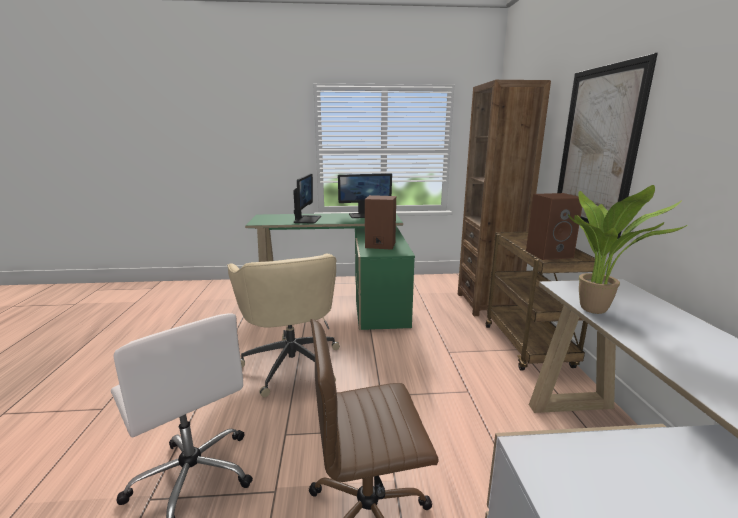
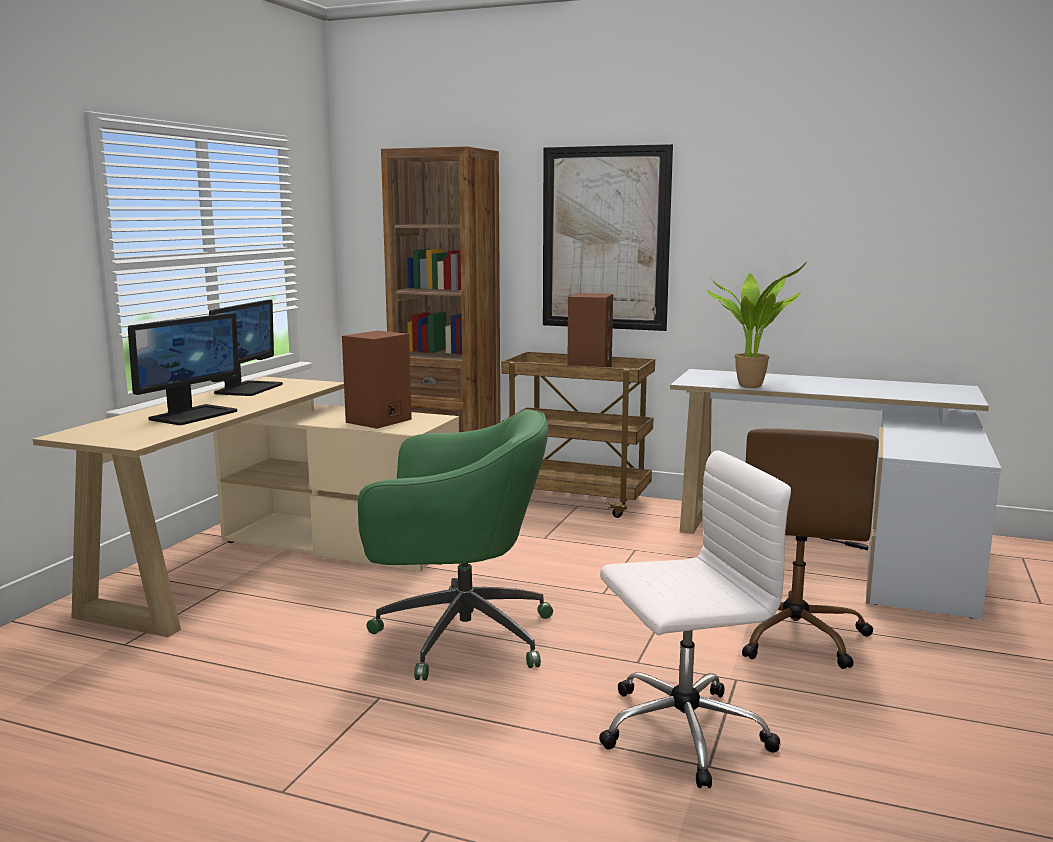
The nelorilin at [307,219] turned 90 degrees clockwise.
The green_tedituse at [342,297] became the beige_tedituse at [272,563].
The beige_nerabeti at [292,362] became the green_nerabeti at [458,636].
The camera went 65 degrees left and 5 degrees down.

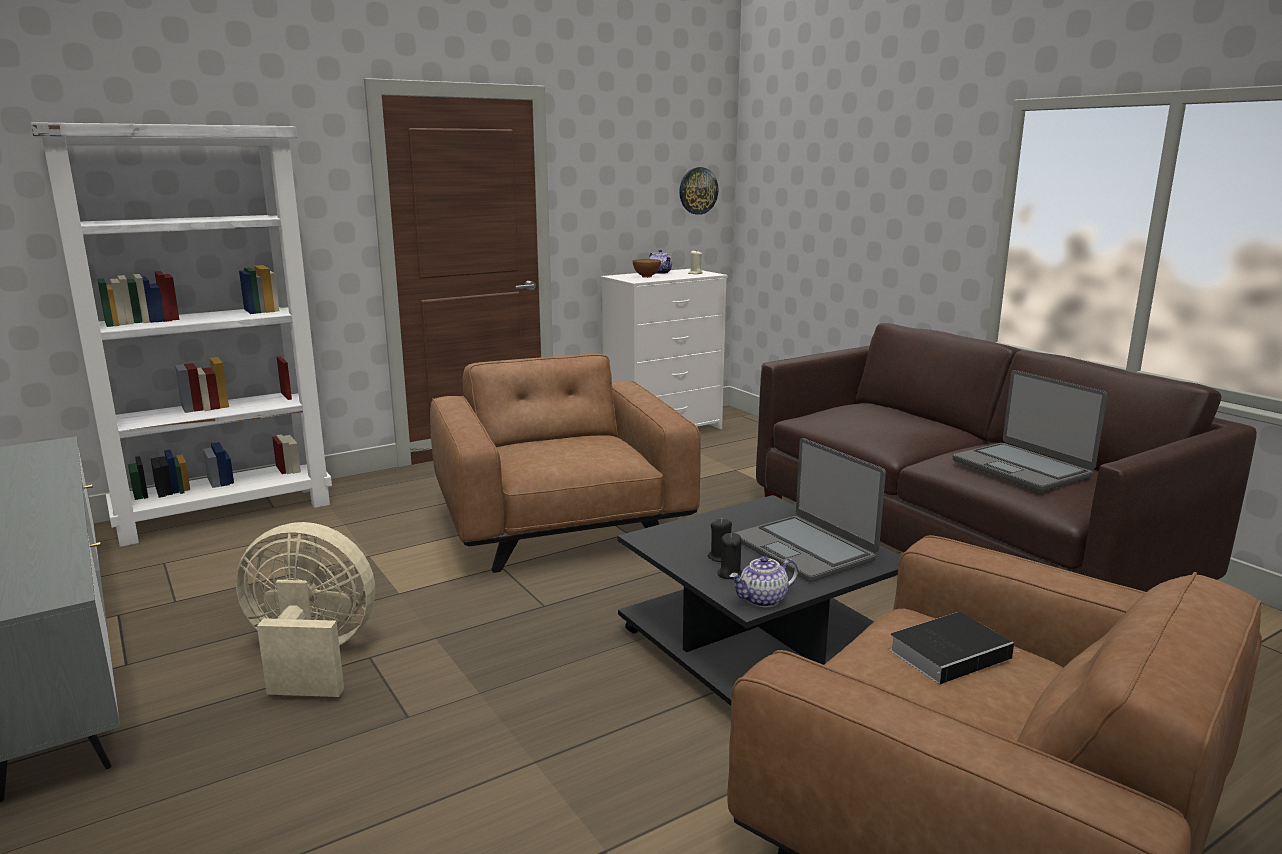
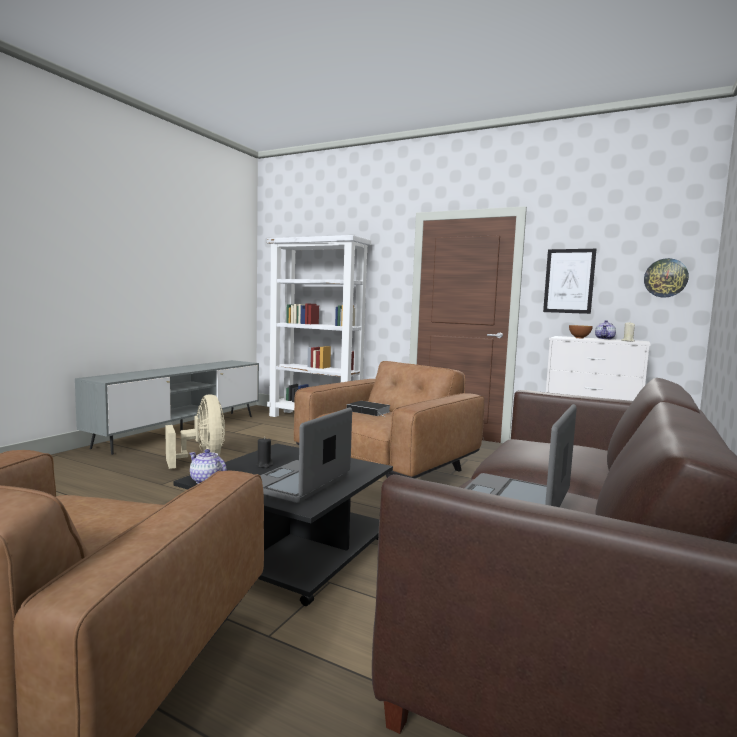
The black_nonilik at [729,574] disappeared.
The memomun moved from [951,652] to [370,411].
The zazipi at [569,281] appeared.
The camera went 60 degrees right and 10 degrees down.

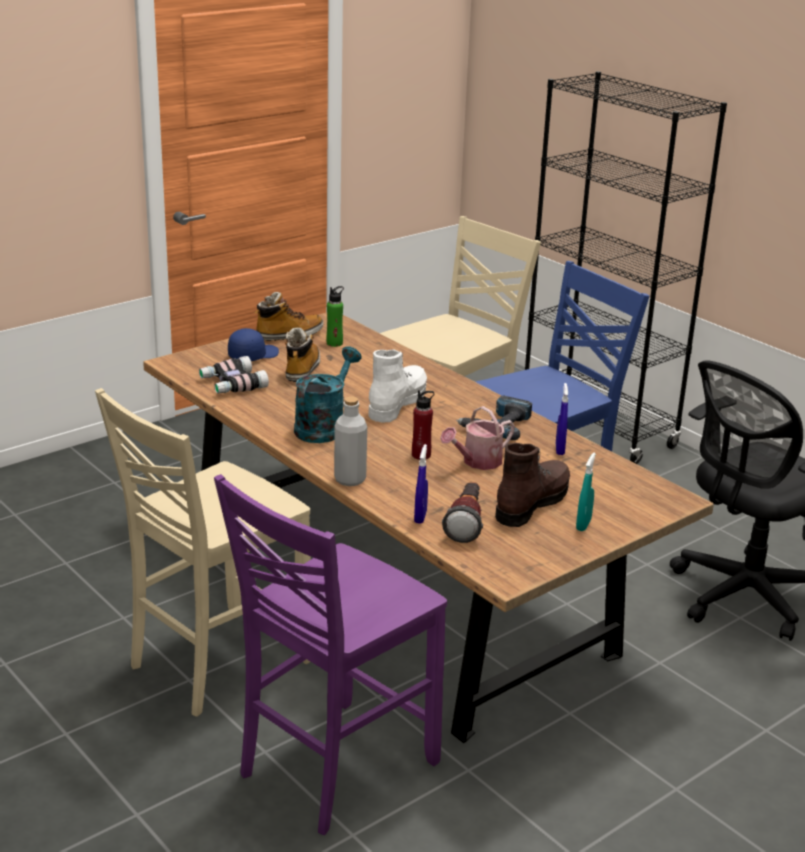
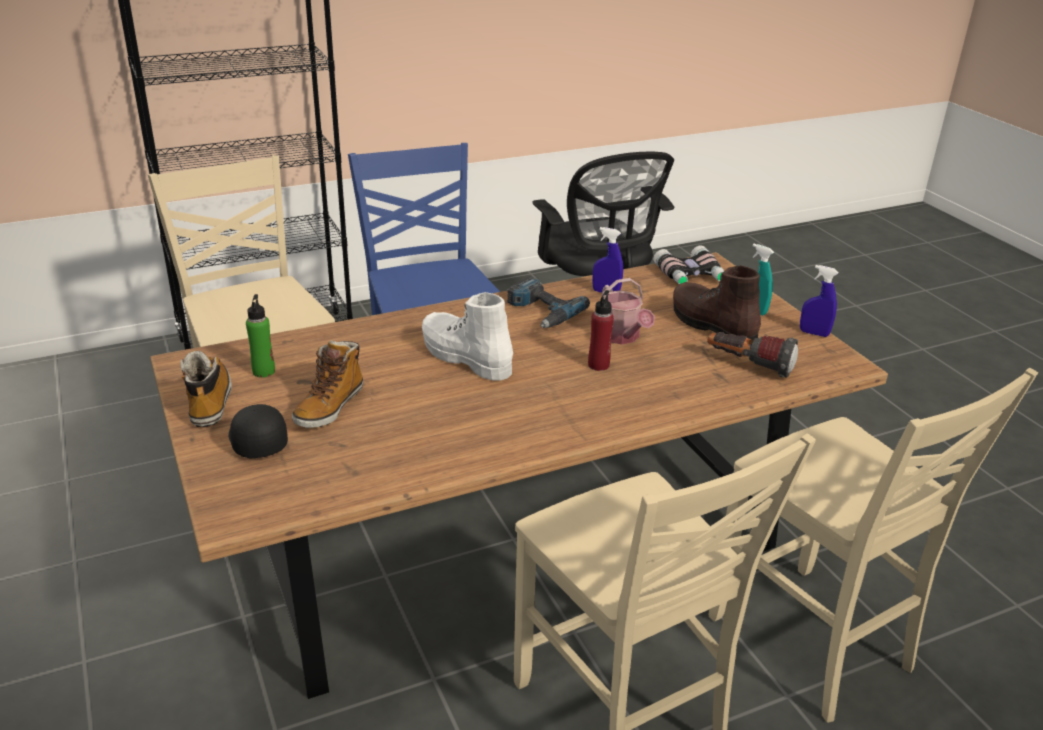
The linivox at [302,369] turned 90 degrees counterclockwise.
The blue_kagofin at [253,355] became the black_kagofin at [256,440].
The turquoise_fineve at [324,427] disappeared.
The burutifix moved from [232,384] to [690,275].
The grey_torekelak at [350,479] disappeared.
The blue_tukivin moved from [420,517] to [814,333].
The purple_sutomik at [333,768] became the beige_sutomik at [813,644].
The camera went 75 degrees left and 5 degrees up.

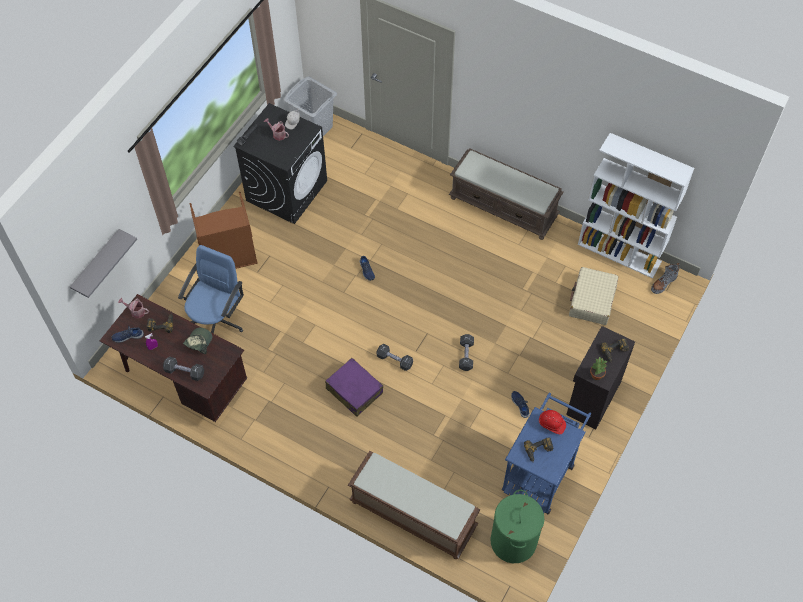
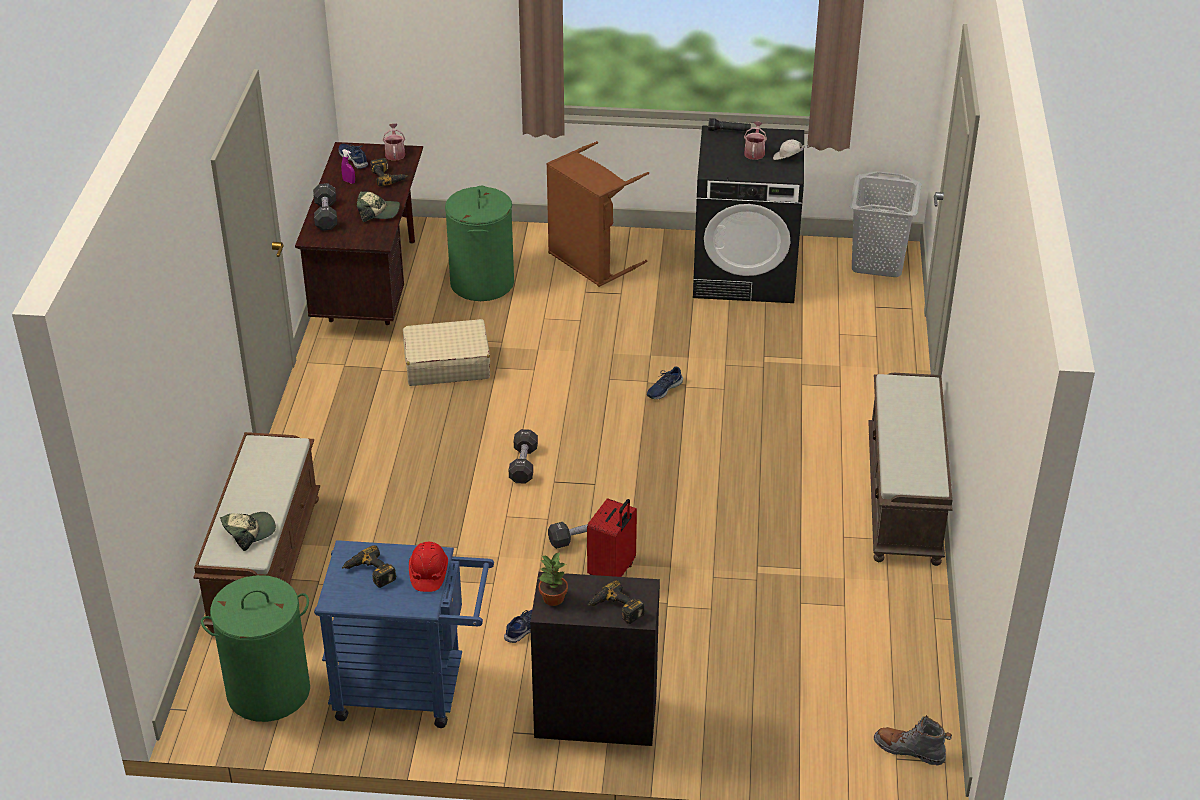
The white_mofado at [620,253] disappeared.
The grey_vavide at [97,264] disappeared.
The blue_nerabeti at [217,320] was replaced by the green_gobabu at [482,283].
The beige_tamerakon moved from [592,300] to [446,364].
The purple_tamerakon at [354,391] disappeared.
The red_tamerakon at [612,572] appeared.
The kagofin at [249,532] appeared.
The camera went 65 degrees right and 20 degrees down.

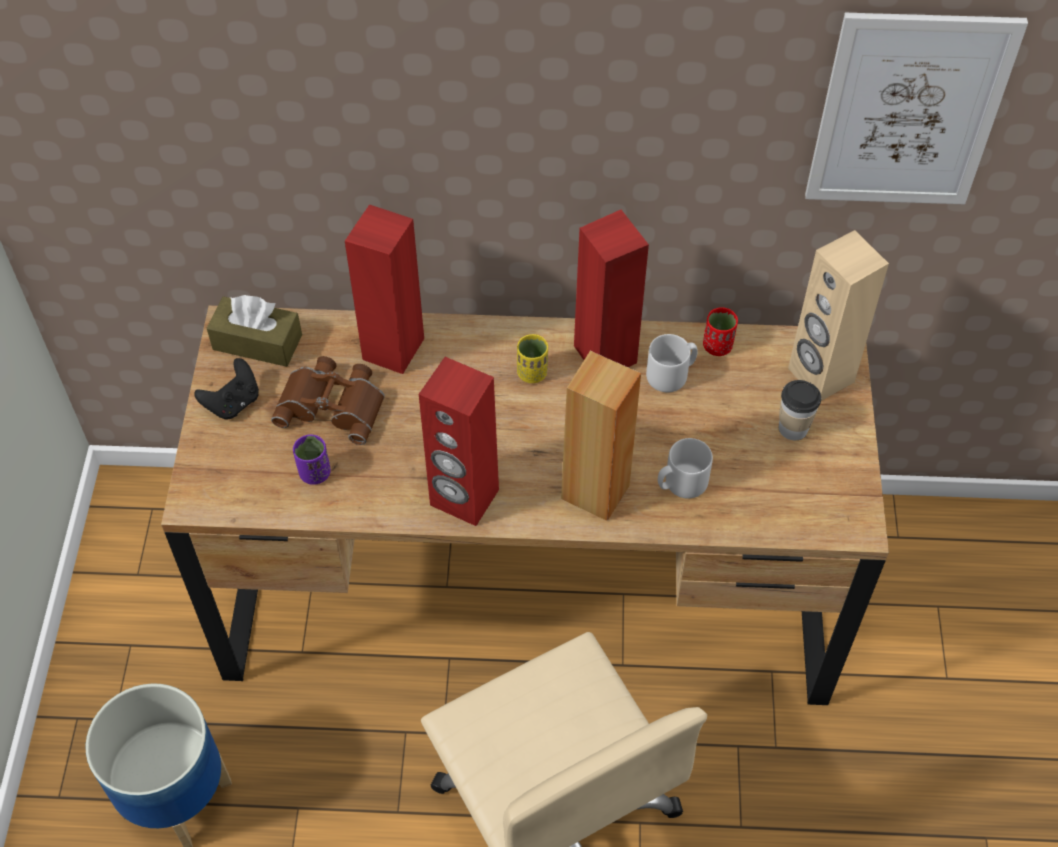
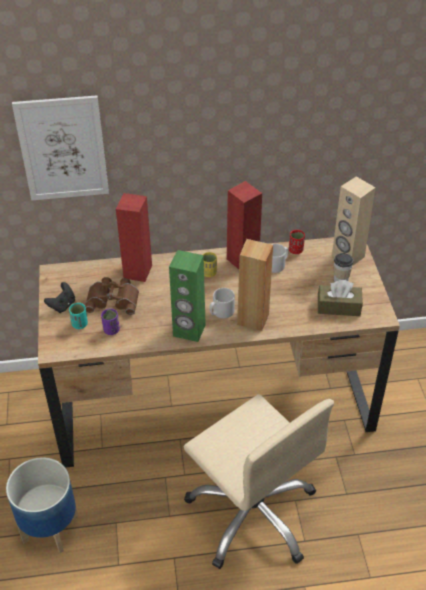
The zazipi moved from [908,111] to [63,149].
The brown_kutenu moved from [257,342] to [338,307].
The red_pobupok at [464,498] became the green_pobupok at [189,331].
The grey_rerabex moved from [681,483] to [221,312].
The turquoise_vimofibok at [80,324] appeared.
The camera went 10 degrees left and 10 degrees down.

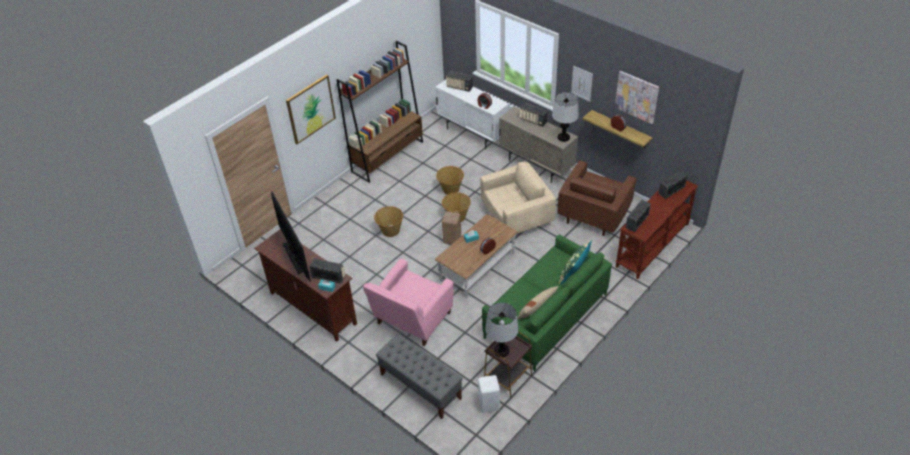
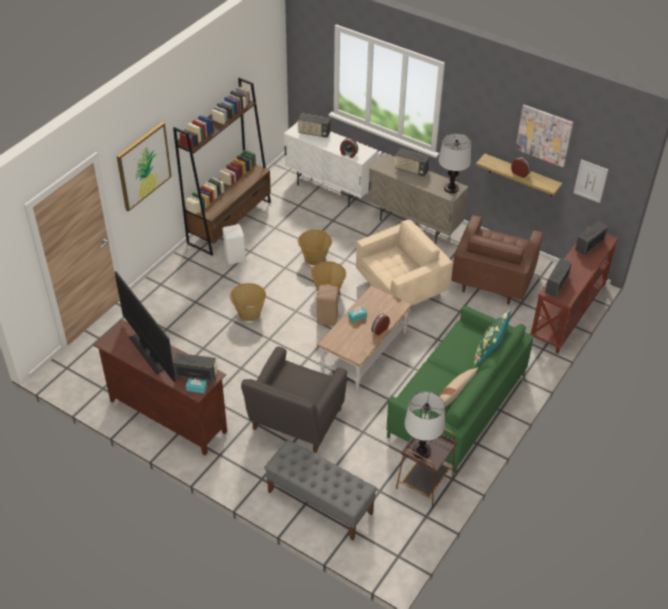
The zazipi moved from [582,83] to [590,181].
The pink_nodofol at [411,321] became the grey_nodofol at [295,423].
The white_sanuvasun moved from [488,404] to [234,257].
The camera went 10 degrees left and 0 degrees up.

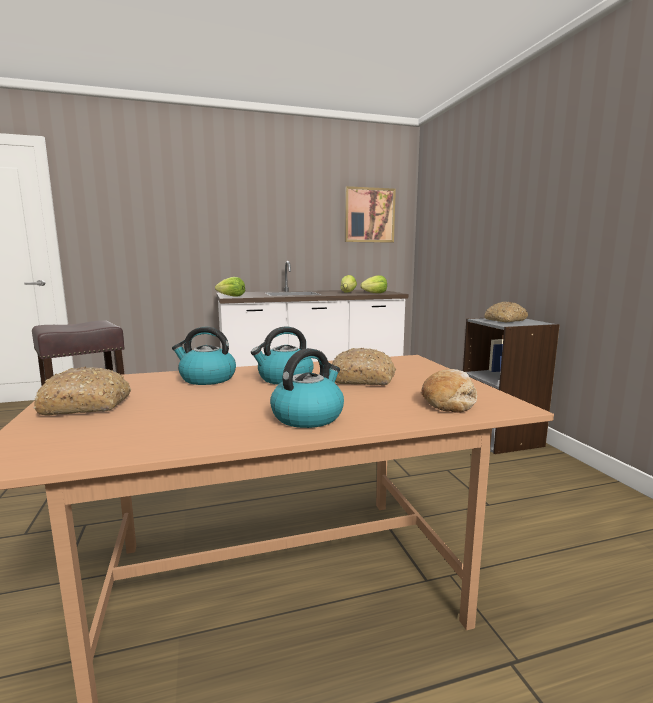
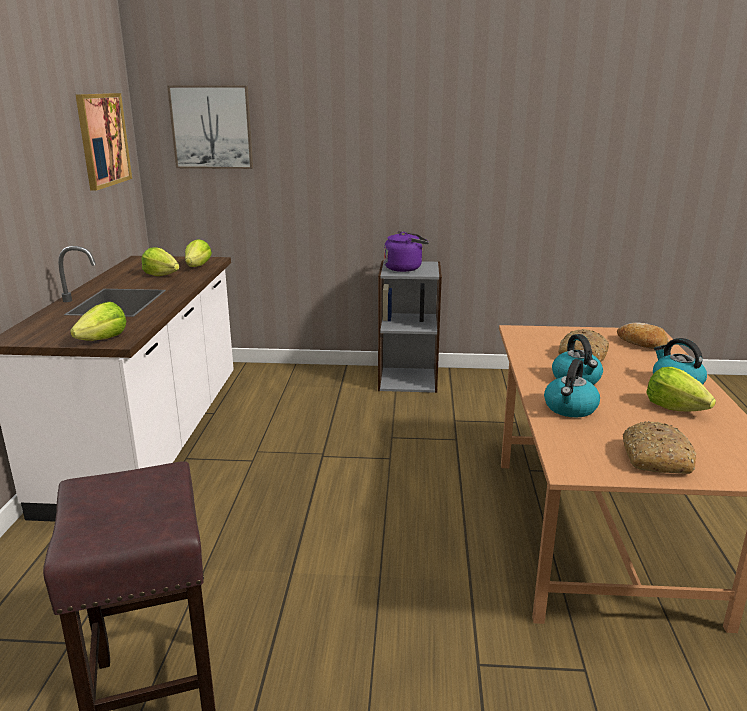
The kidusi at [505,320] was replaced by the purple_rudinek at [405,268].
The zazipi at [212,127] appeared.
The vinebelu at [674,408] appeared.
The camera went 70 degrees left and 10 degrees up.

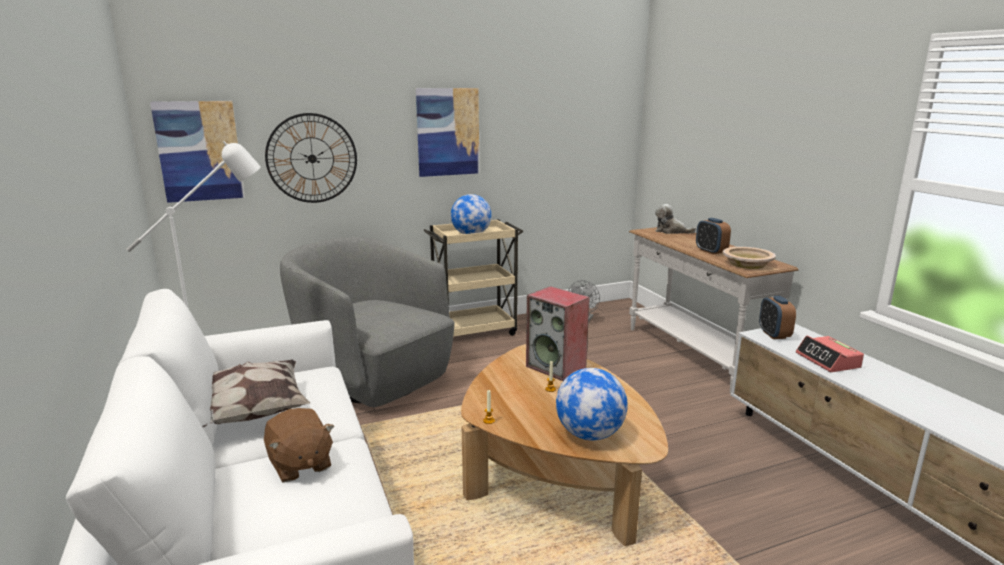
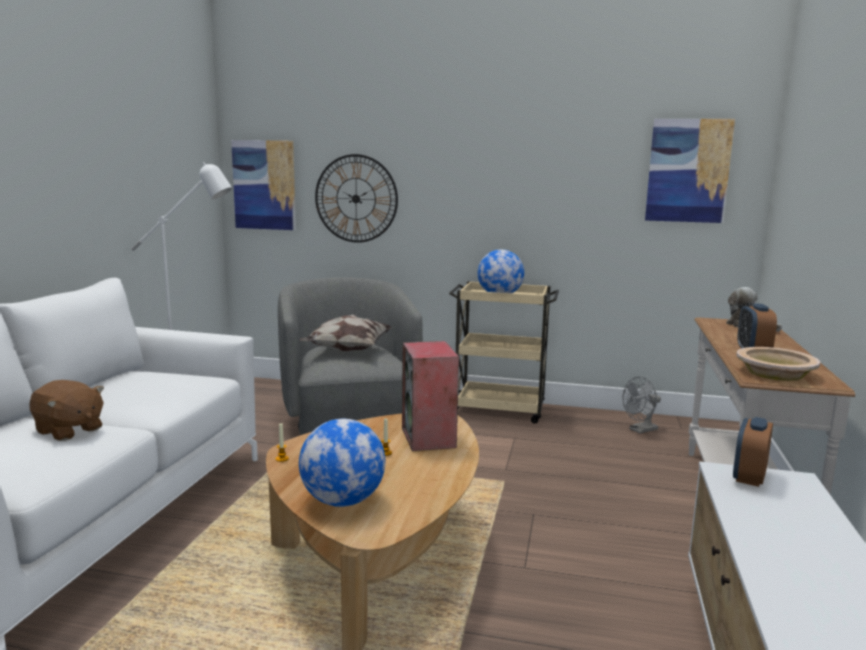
The zazipi moved from [448,132] to [688,171].
The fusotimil at [828,361] disappeared.
The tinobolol moved from [249,414] to [346,350].
The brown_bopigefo at [299,465] turned 60 degrees counterclockwise.
The camera went 35 degrees right and 5 degrees down.

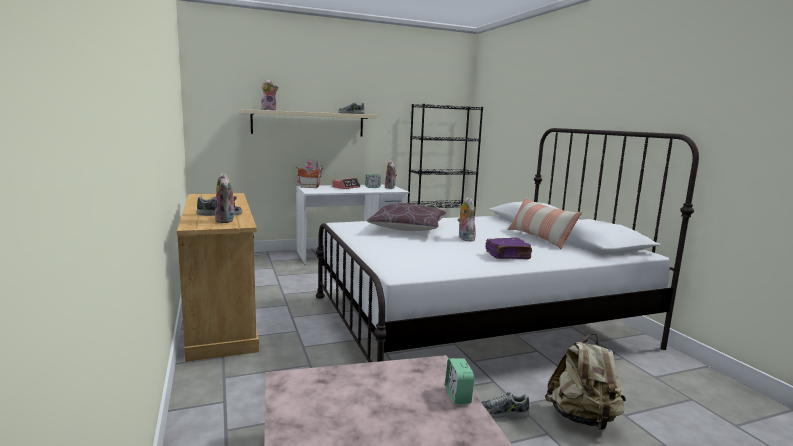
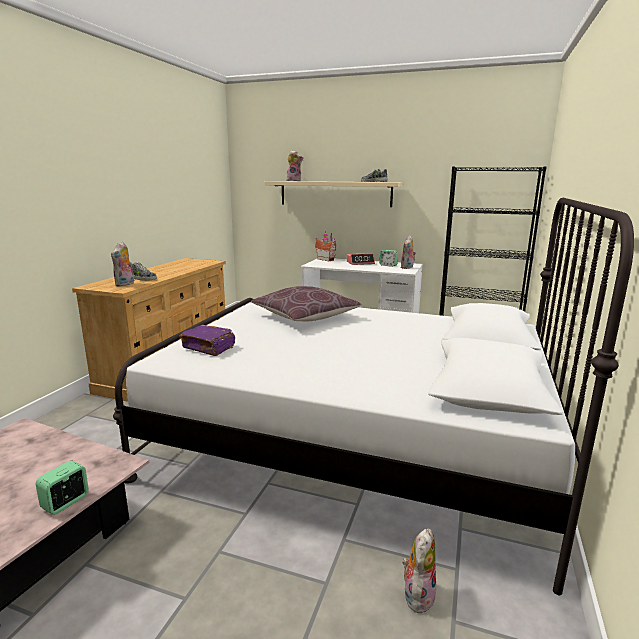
The bopigefo moved from [464,238] to [417,594].
The tinobolol at [539,238] disappeared.
The purple_memomun moved from [508,256] to [209,348].
The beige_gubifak at [582,418] disappeared.
The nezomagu at [501,413] disappeared.
The camera went 40 degrees right and 5 degrees up.

